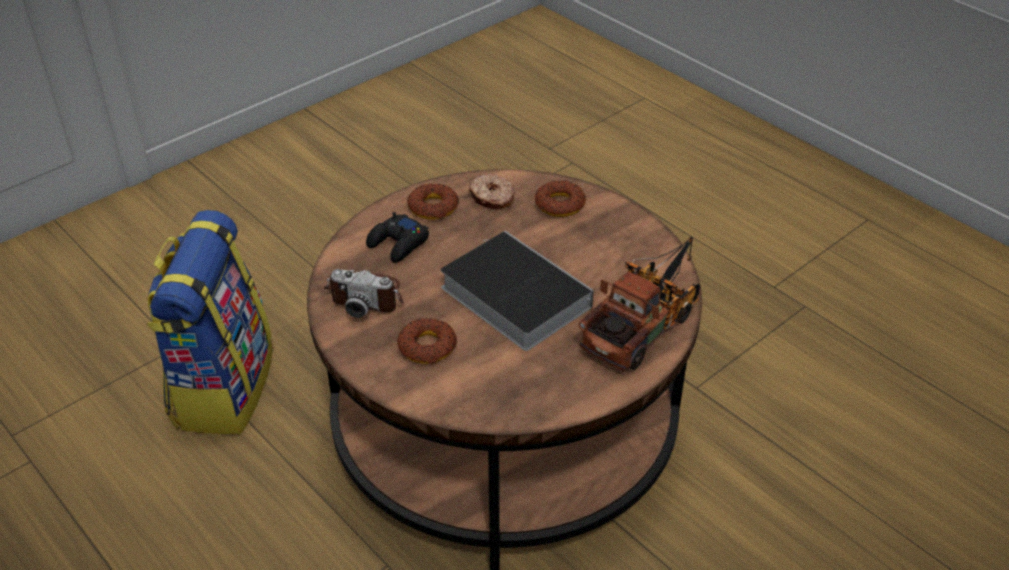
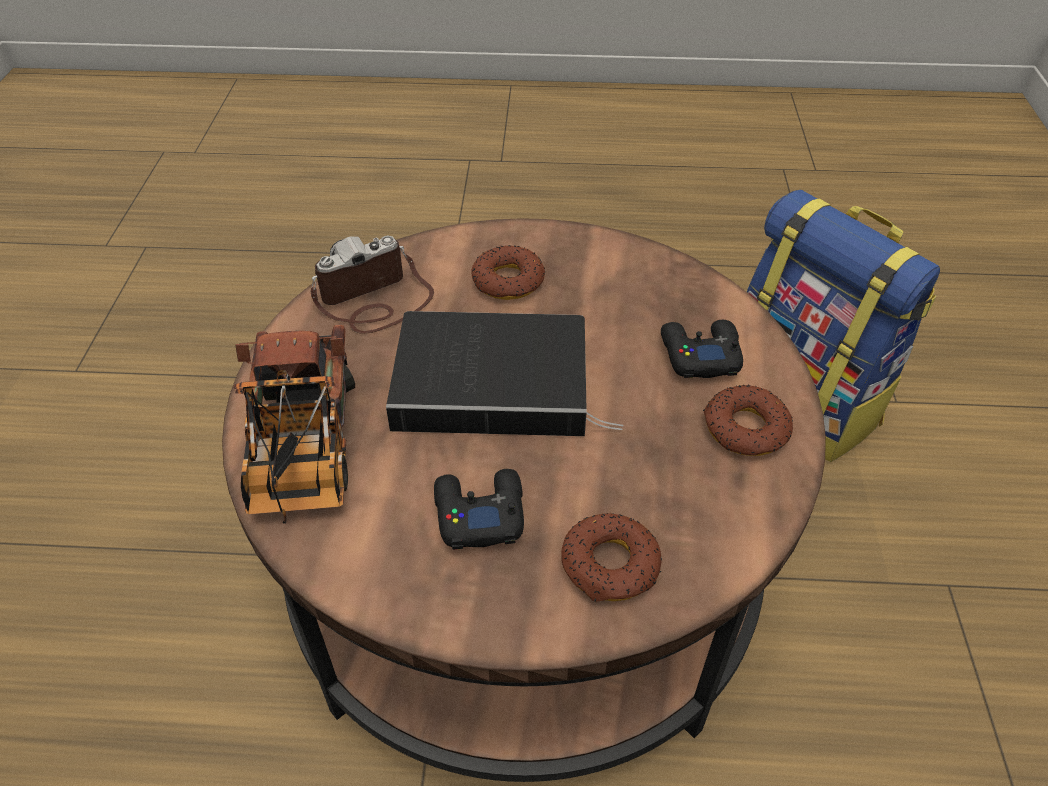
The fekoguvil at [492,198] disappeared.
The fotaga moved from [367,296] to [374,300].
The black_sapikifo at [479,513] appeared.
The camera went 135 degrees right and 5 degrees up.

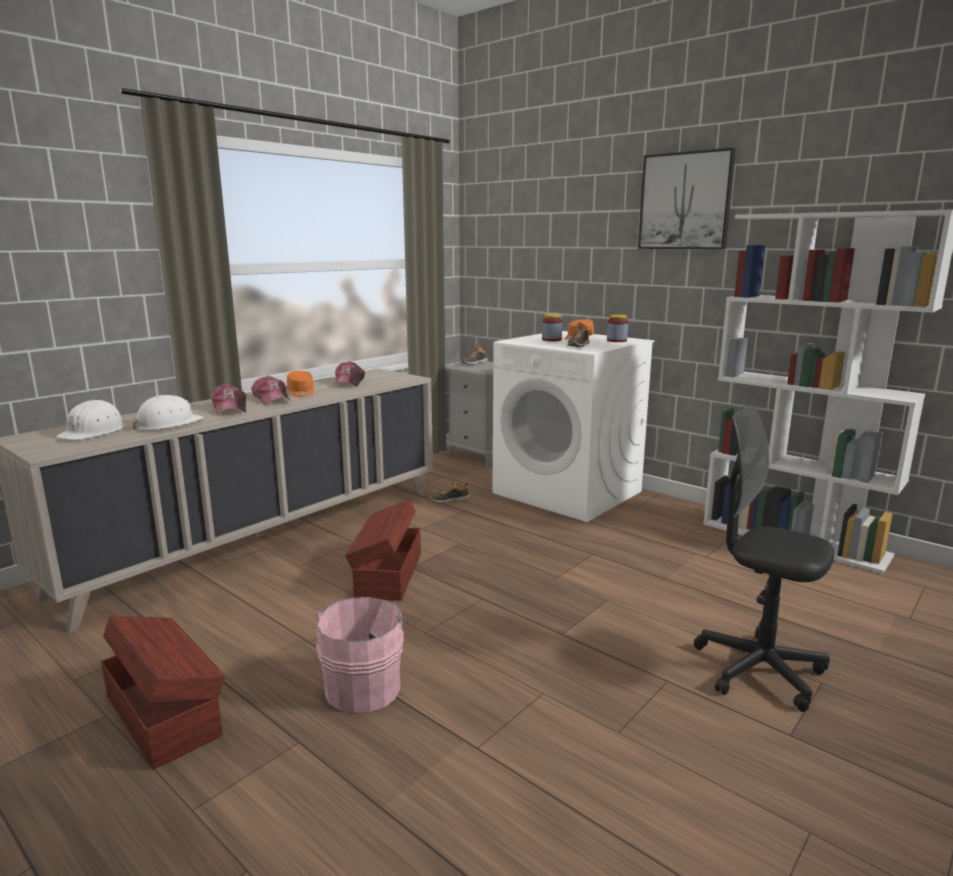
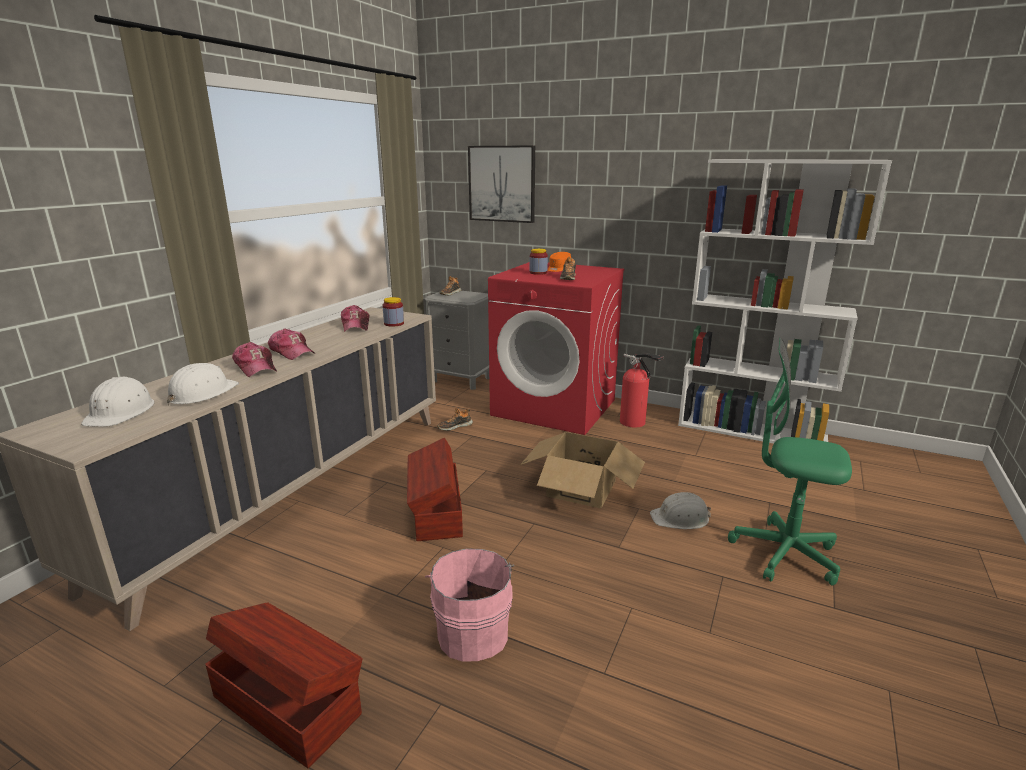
The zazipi moved from [685,201] to [502,184].
The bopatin moved from [616,341] to [394,324].
The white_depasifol at [568,492] became the red_depasifol at [555,407].
The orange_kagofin at [301,392] disappeared.
The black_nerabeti at [758,670] became the green_nerabeti at [784,554].
The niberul at [634,423] appeared.
The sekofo at [581,488] appeared.
The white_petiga at [680,518] appeared.
The camera went 15 degrees left and 5 degrees up.

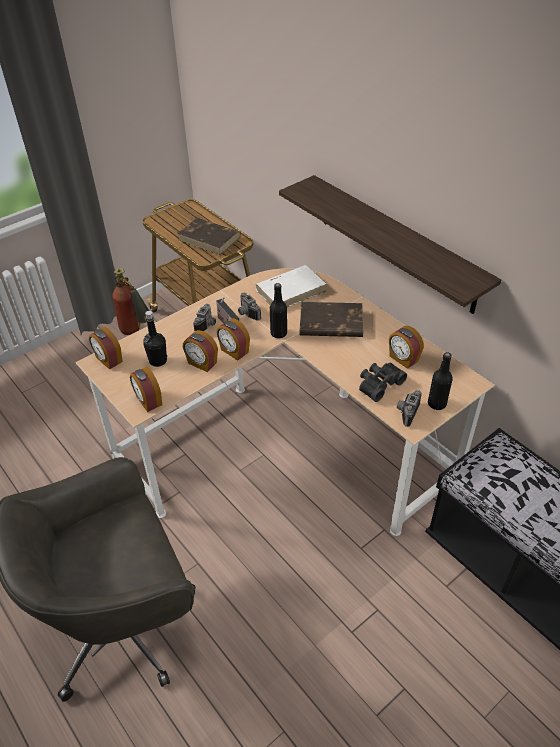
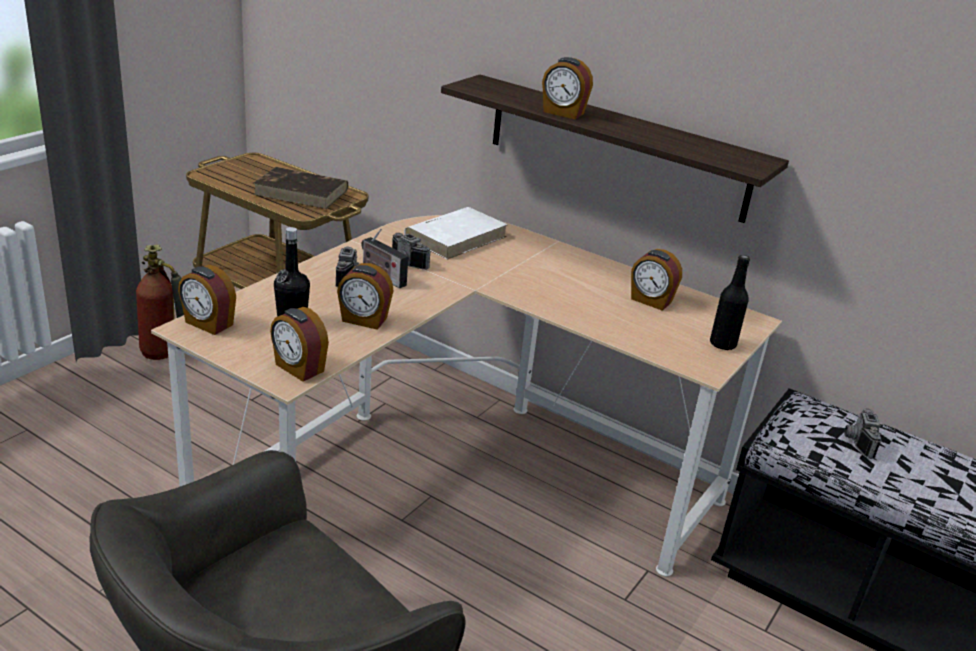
The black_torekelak at [278,333] disappeared.
The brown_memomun at [330,323] disappeared.
The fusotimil moved from [234,351] to [563,113].
The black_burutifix at [378,384] disappeared.
The fotaga moved from [406,412] to [856,442].
The camera went 20 degrees left and 15 degrees down.

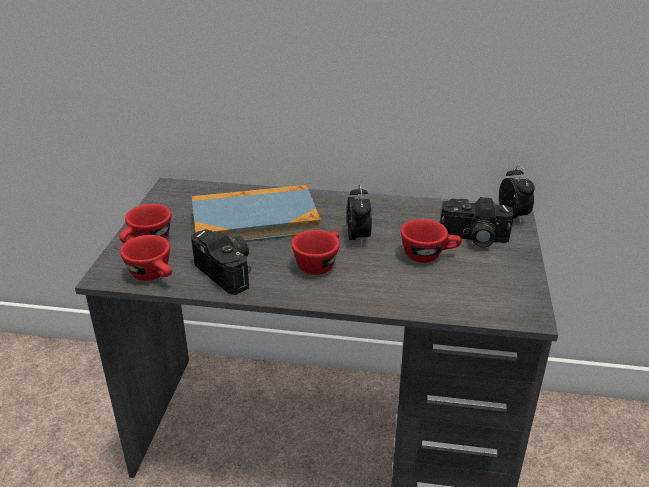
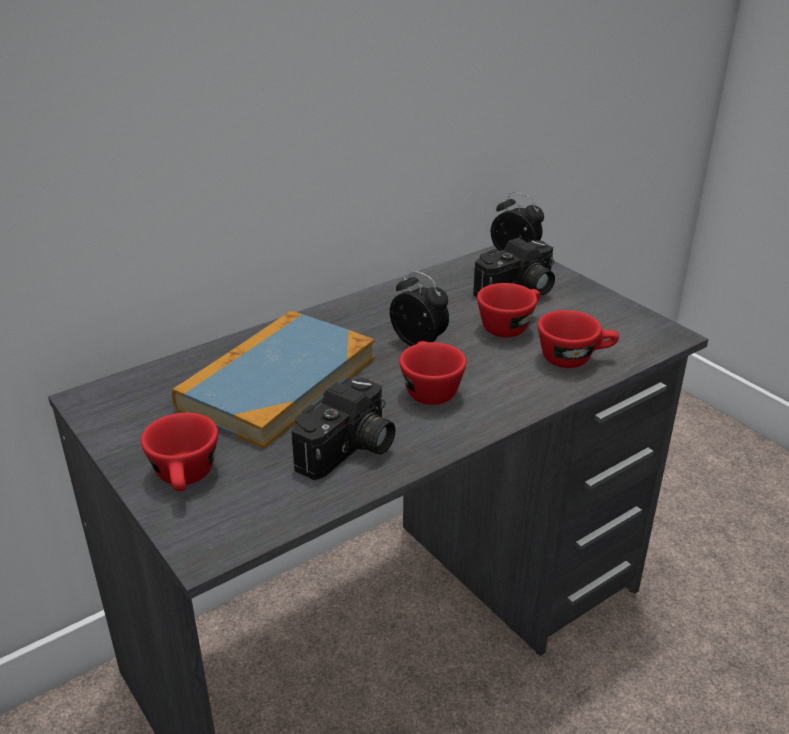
The fotaga at [228,271] turned 120 degrees clockwise.
The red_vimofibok moved from [154,275] to [574,358].
The camera went 45 degrees left and 0 degrees up.

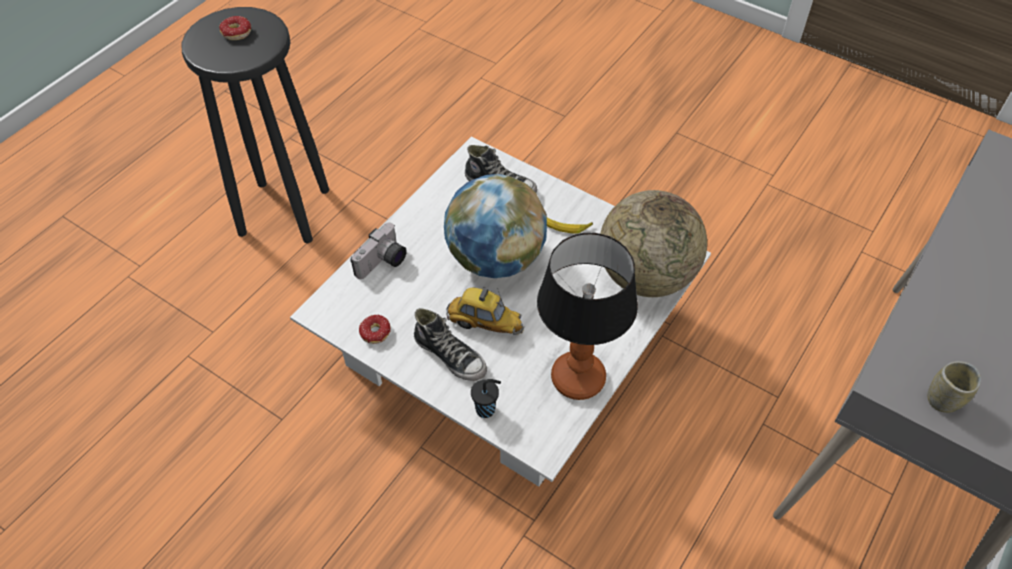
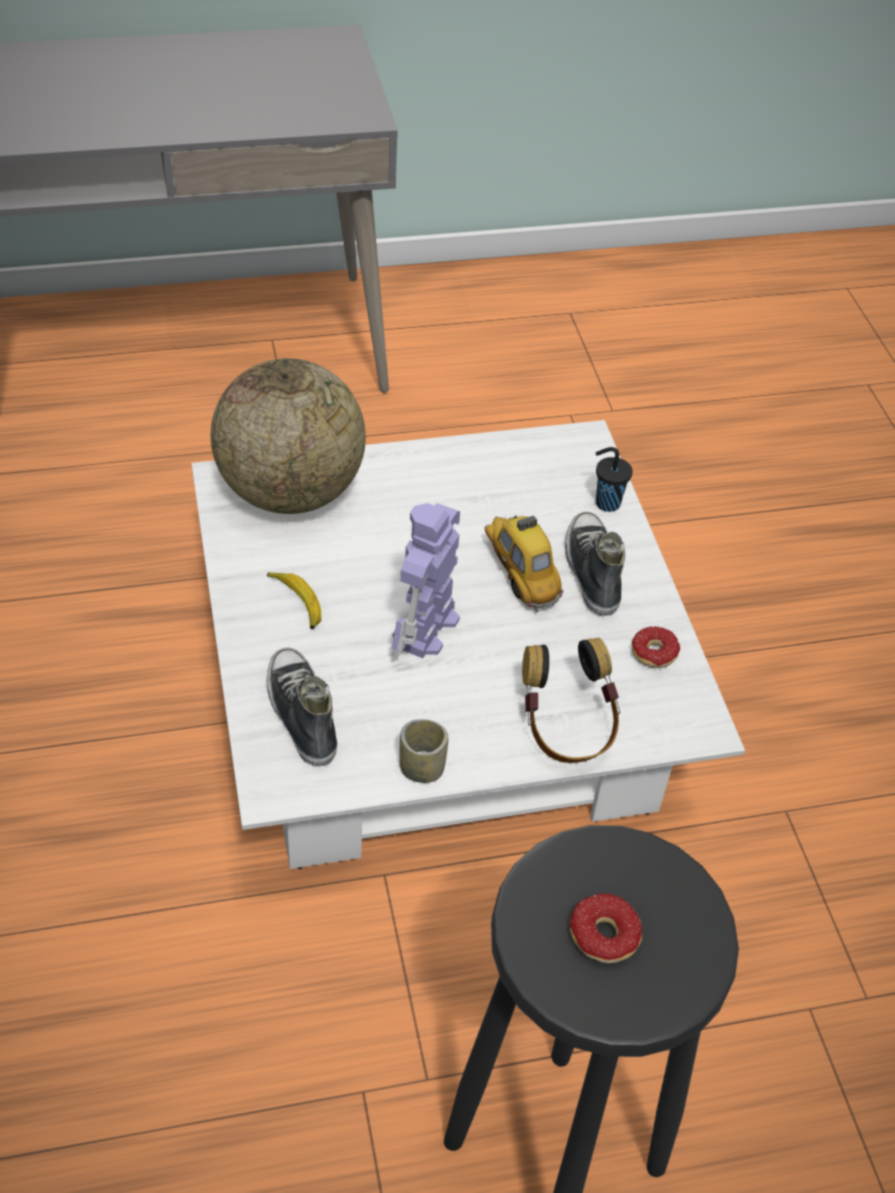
The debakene at [495,258] was replaced by the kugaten at [425,629].
The fotaga at [383,263] was replaced by the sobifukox at [567,728].
The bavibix at [577,377] disappeared.
The vimofibok moved from [943,399] to [422,768].
The camera went 140 degrees left and 5 degrees down.

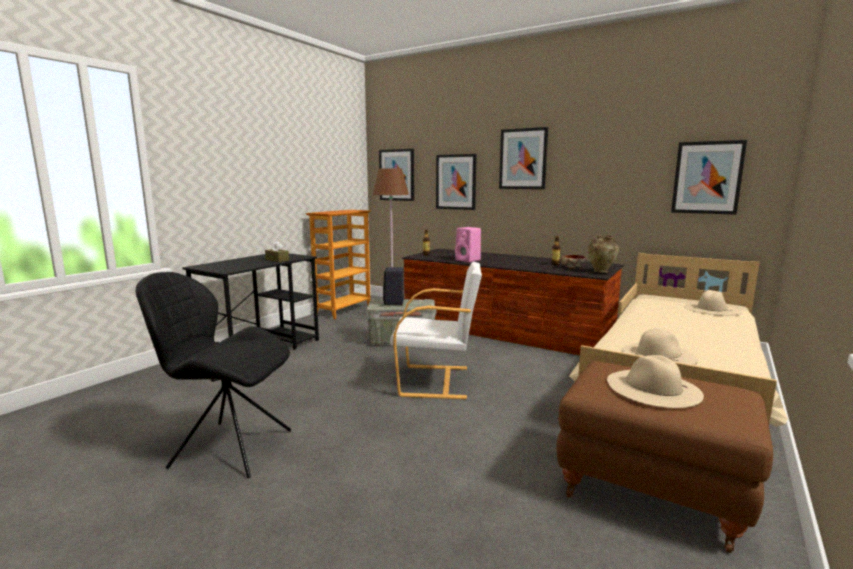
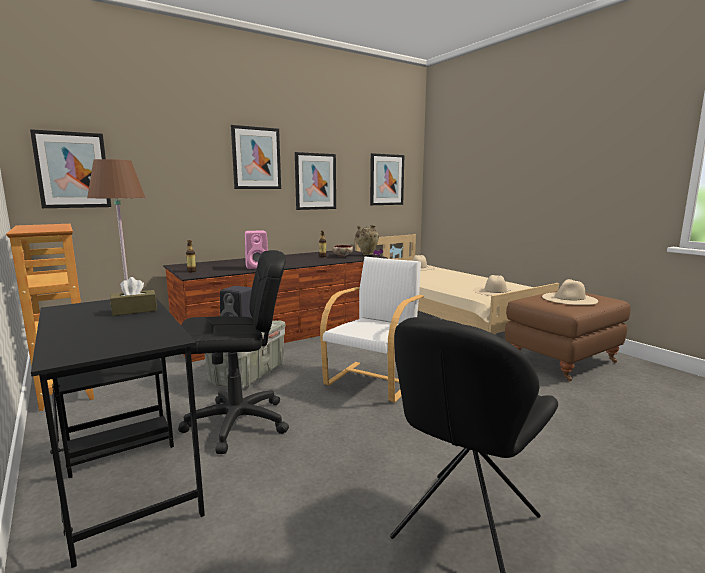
The zazipi moved from [456,182] to [315,181].
The black_nerabeti at [237,423] appeared.
The camera went 65 degrees left and 0 degrees up.

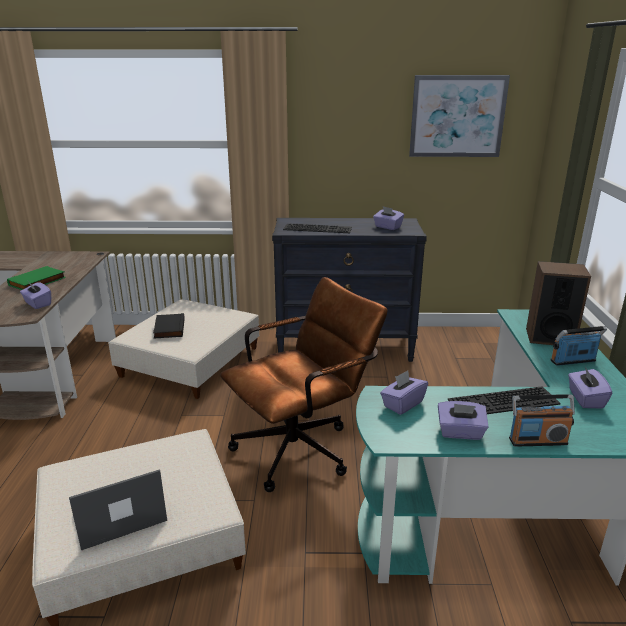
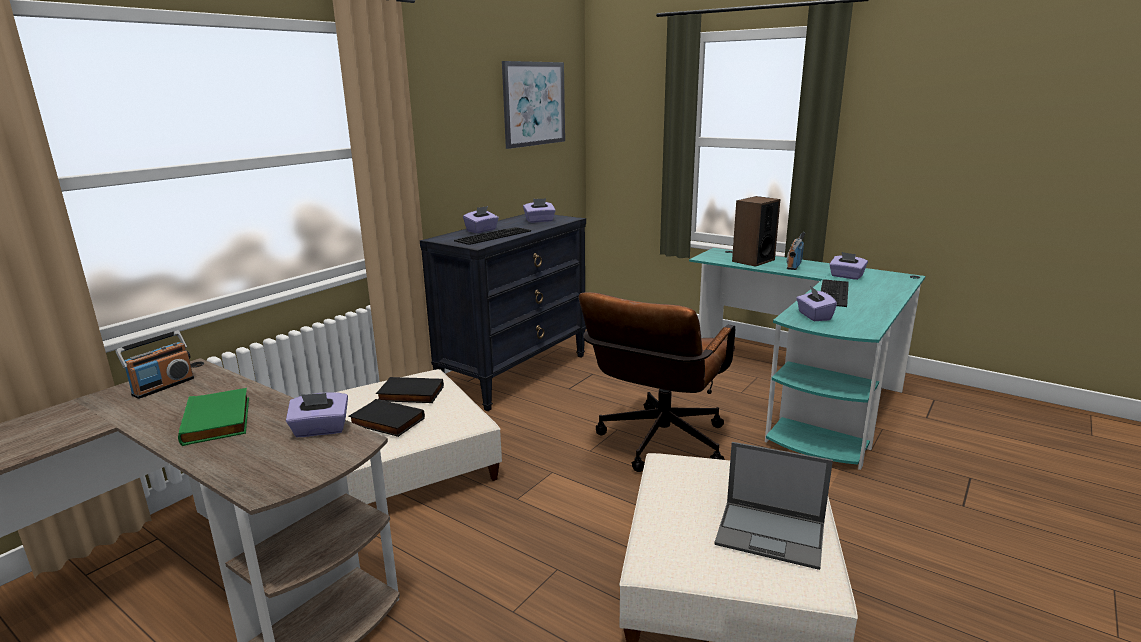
The brown_nerabeti at [303,447] turned 150 degrees counterclockwise.
The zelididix moved from [537,440] to [163,386].
The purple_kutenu moved from [460,432] to [482,230].
The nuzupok at [118,515] turned 75 degrees counterclockwise.
The black_memomun at [410,394] appeared.
The camera went 55 degrees left and 5 degrees down.

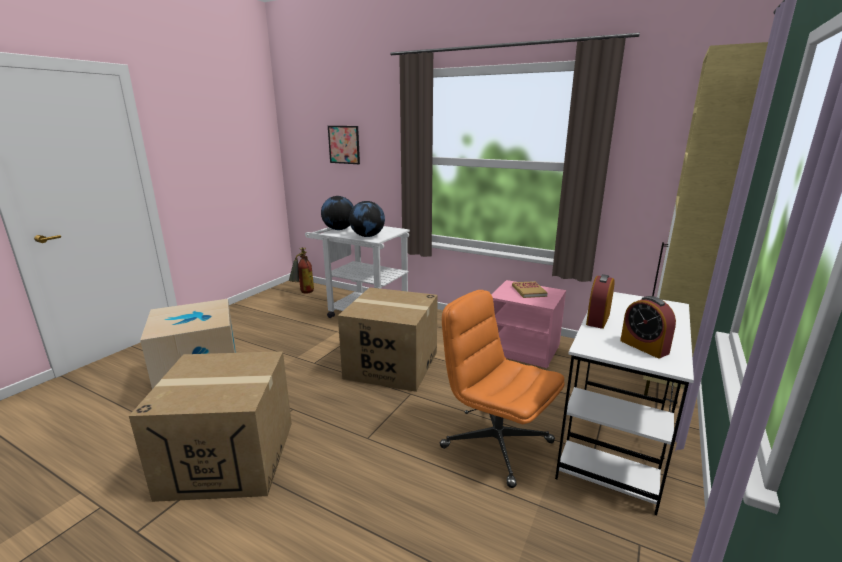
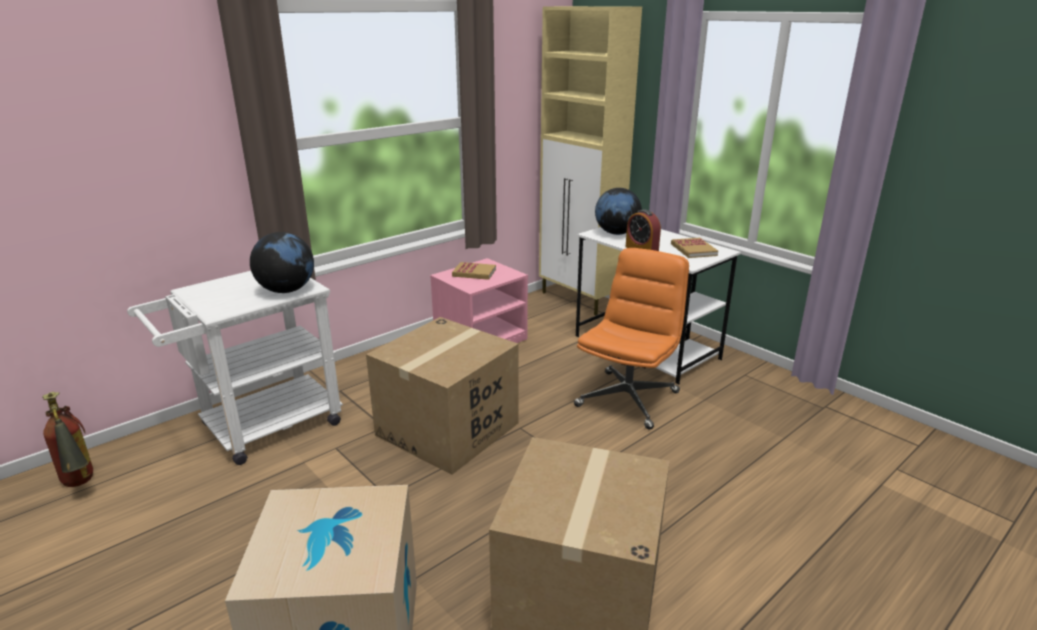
The zazipi at [344,144] disappeared.
The debakene moved from [339,229] to [616,233].
The orange_nerabeti at [495,444] turned 150 degrees clockwise.
The fusotimil at [644,347] was replaced by the memomun at [693,250].
The camera went 70 degrees left and 5 degrees up.

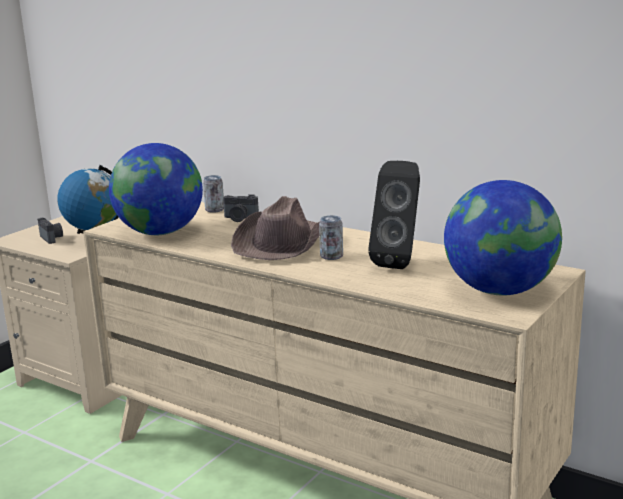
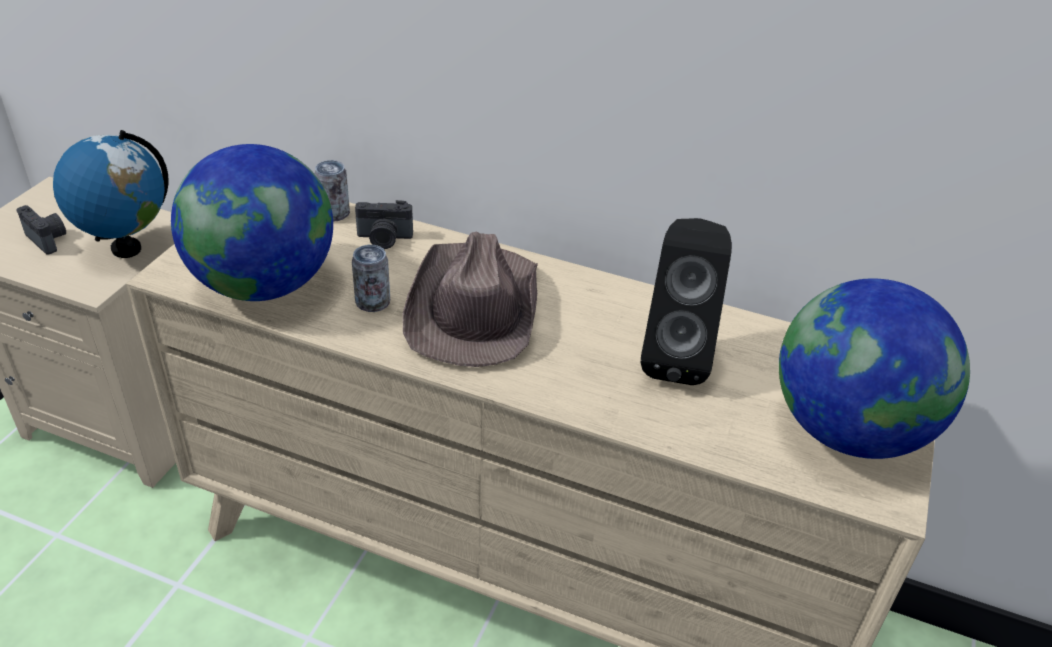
The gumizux moved from [331,256] to [373,302].
The camera went 15 degrees left and 20 degrees up.

